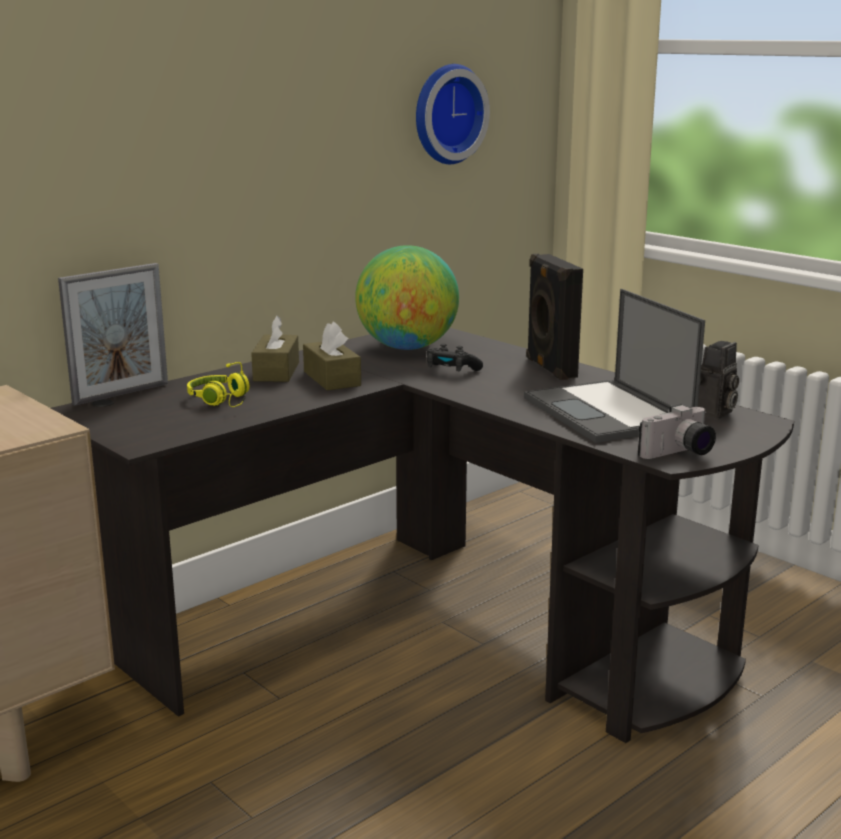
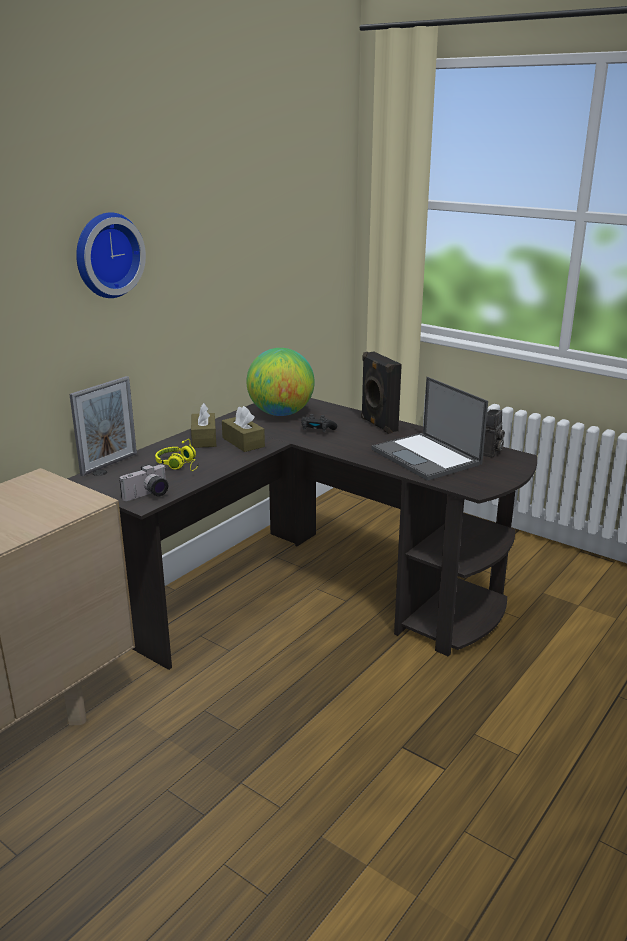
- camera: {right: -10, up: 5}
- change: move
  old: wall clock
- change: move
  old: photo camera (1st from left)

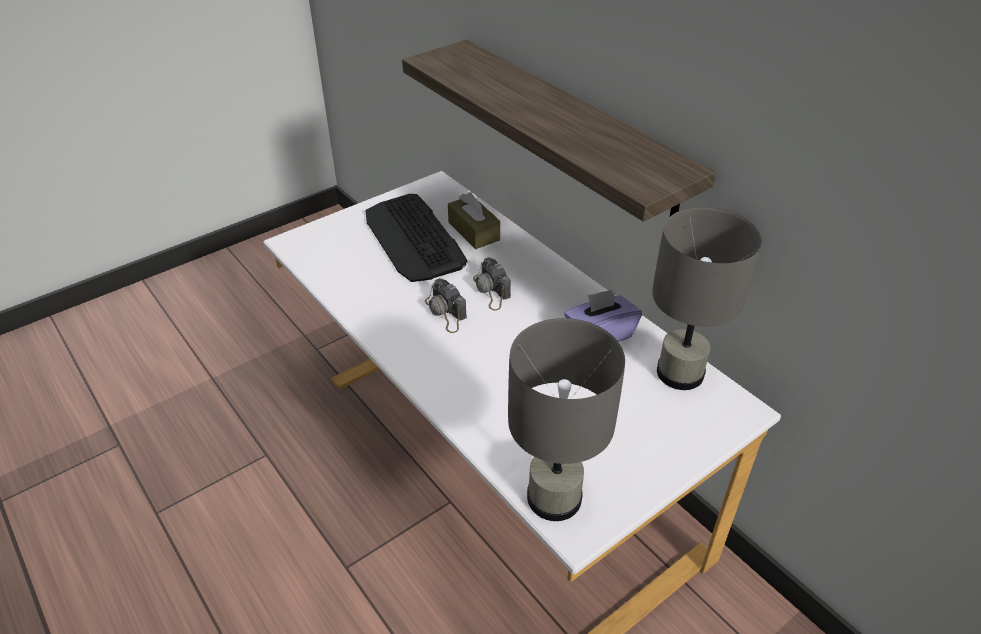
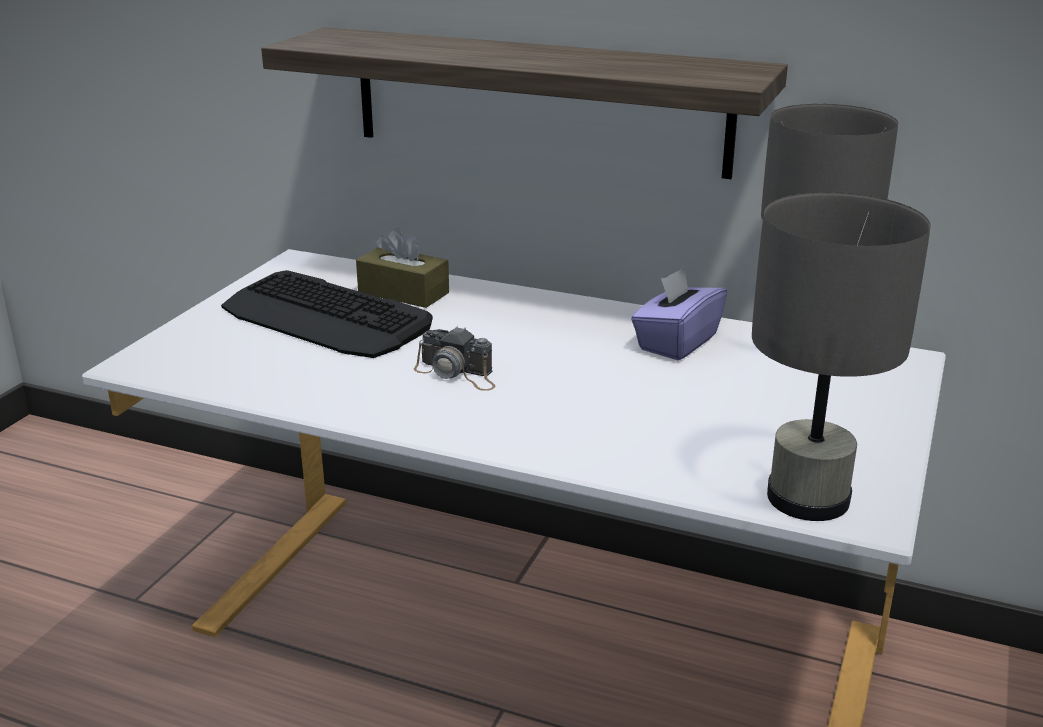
- camera: {right: -30, up: -15}
- change: delete
  old: photo camera (2nd from left)

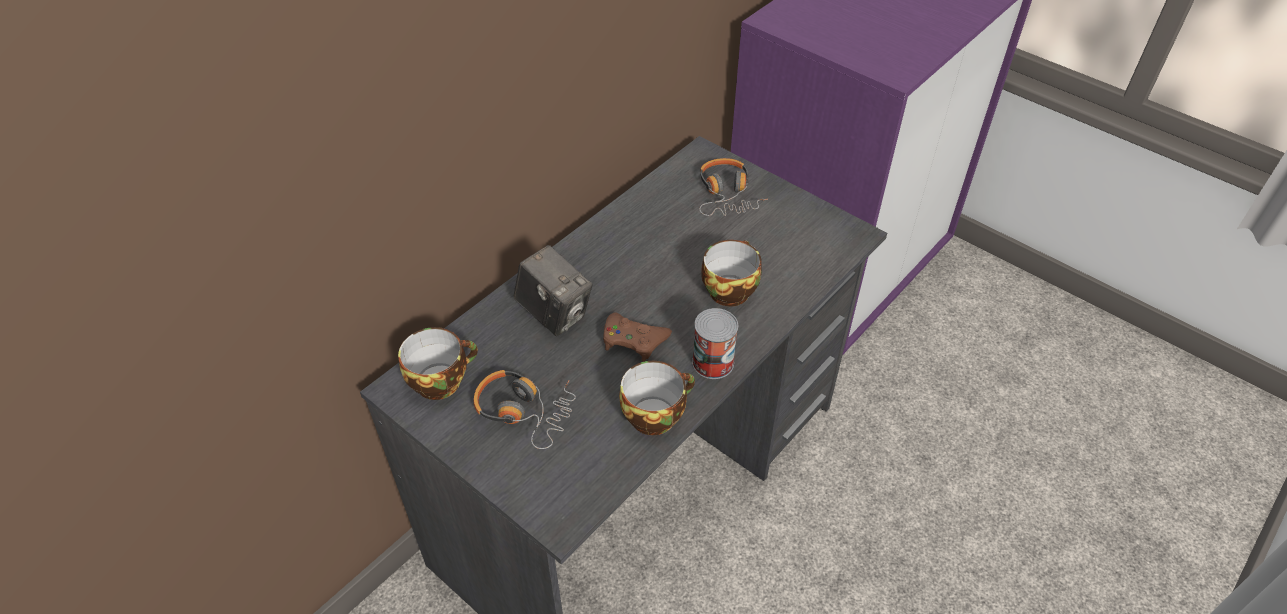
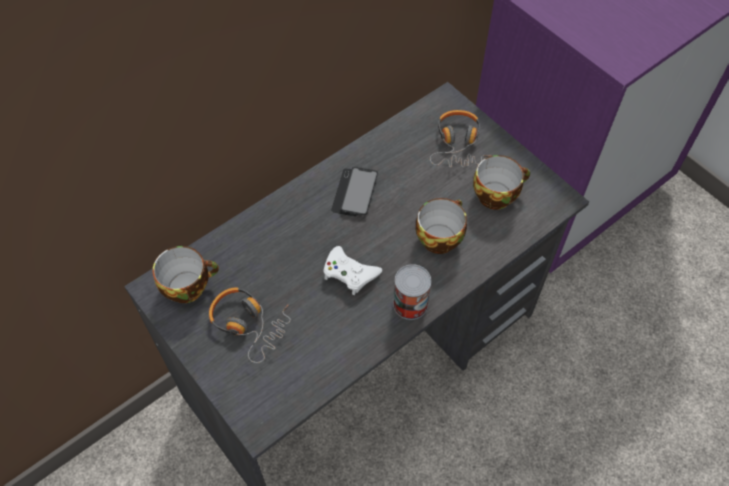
- camera: {right: 10, up: 10}
- change: delete
  old: photo camera
- change: insert
  new: phone
- change: move
  old: cup (2nd from left in the first image)
  new: cup (3rd from left)
- change: recolor
  old: brown game controller
  new: white game controller

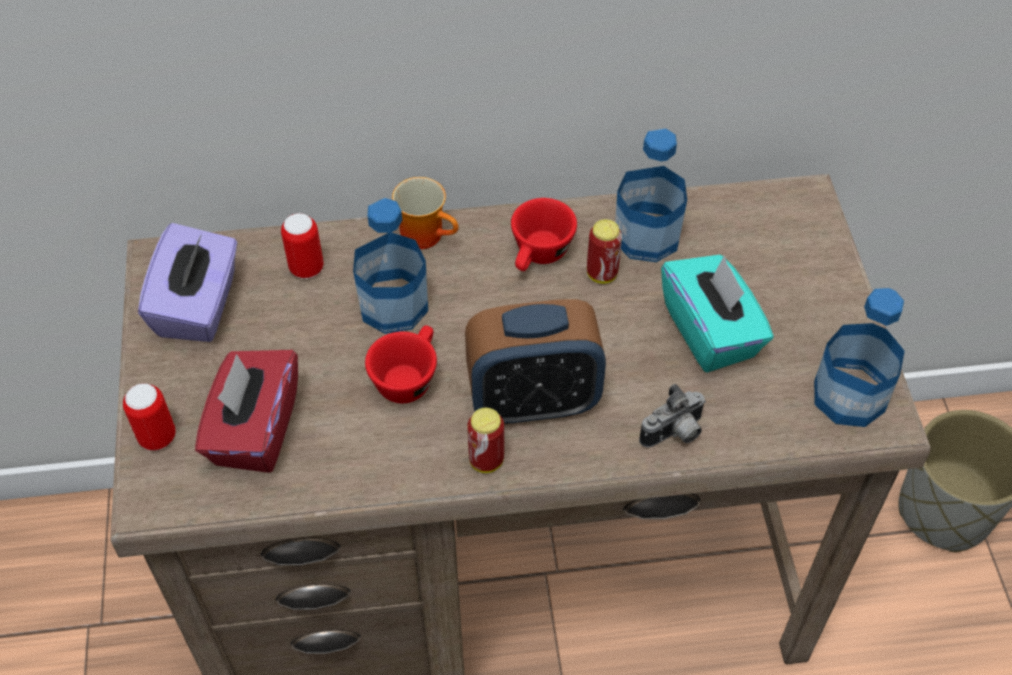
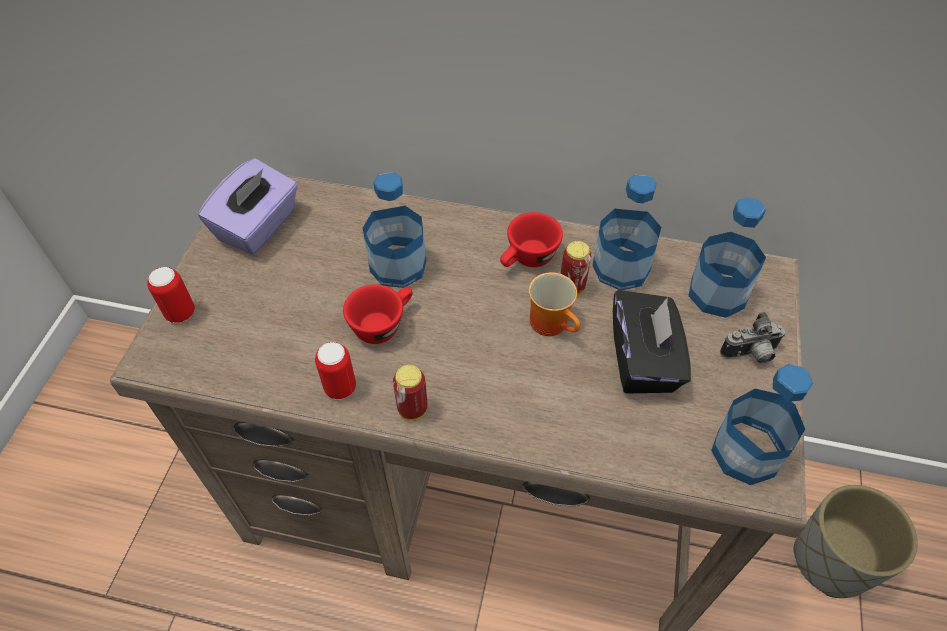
- camera: {right: 20, up: 0}
- change: delete
  old: red tissue box
- change: delete
  old: alarm clock
- change: insert
  new: bottle (3rd from left)
- change: move
  old: can (2nd from left)
- change: move
  old: mug
- change: move
  old: photo camera
- change: recolor
  old: turquoise tissue box
  new: black tissue box

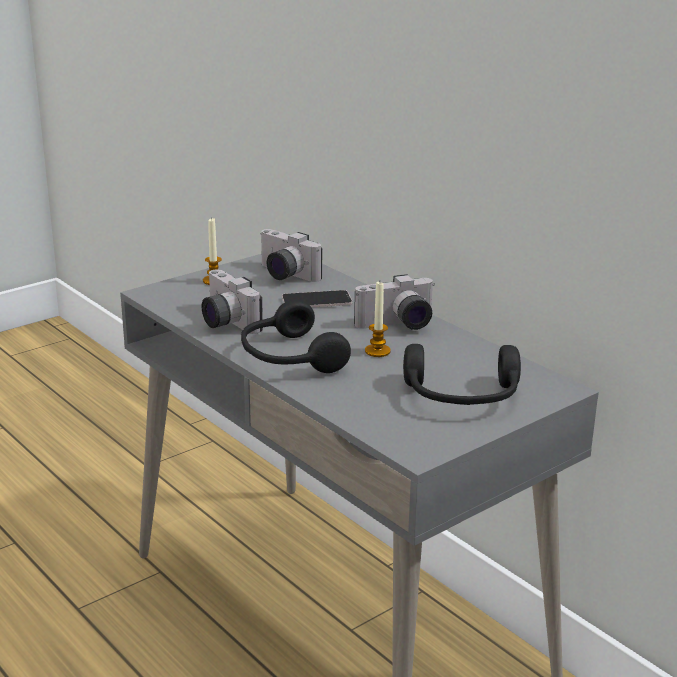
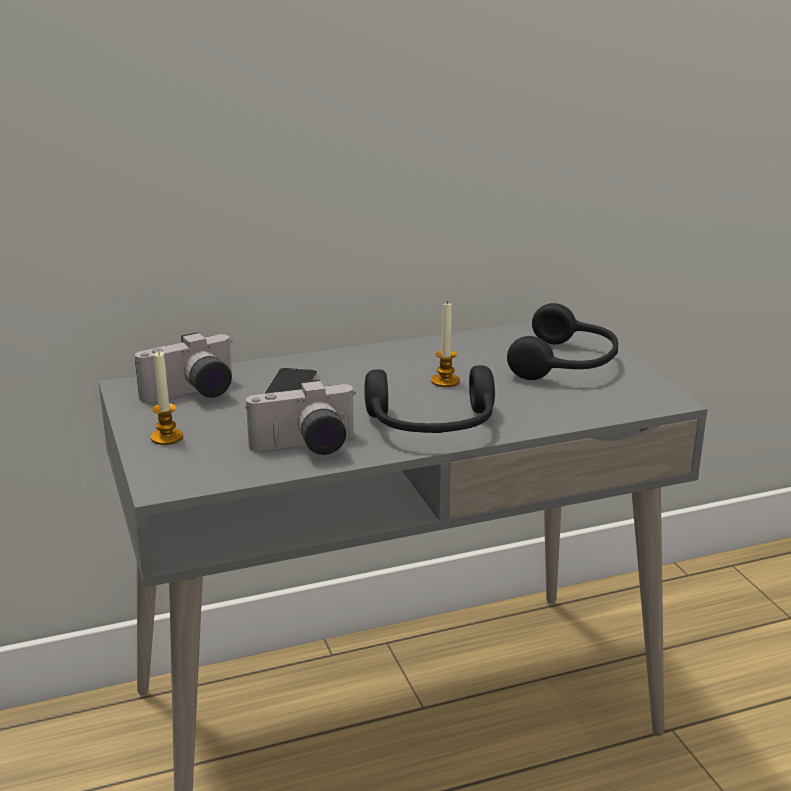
- camera: {right: -70, up: 0}
- change: delete
  old: photo camera (3rd from left)

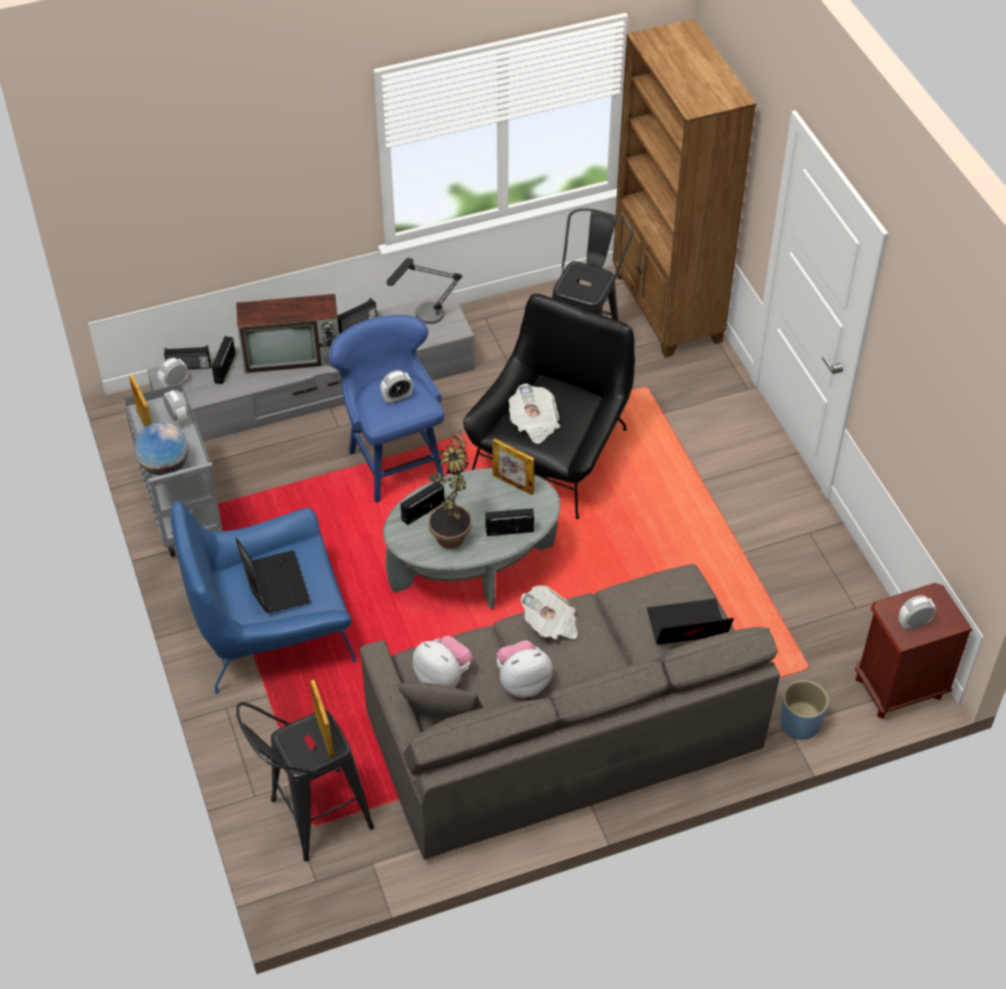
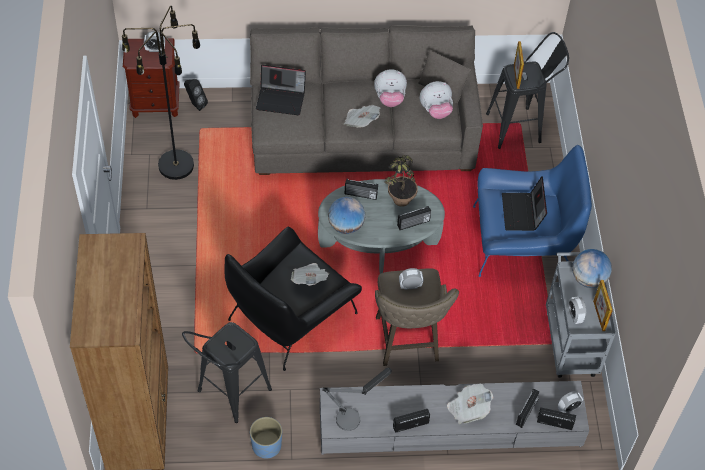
- camera: {right: -165, up: 5}
- change: insert
  new: floor lamp
- change: insert
  new: black speaker
- change: move
  old: blue planter
- change: replace
  old: television
  new: newspaper (3rd from left)
- change: replace
  old: picture frame (3rd from left)
  new: globe (1st from left)
- change: recolor
  old: blue stool
  new: beige stool
- change: rotate
  old: plush toy (1st from left in the first image)
  degrees: -75

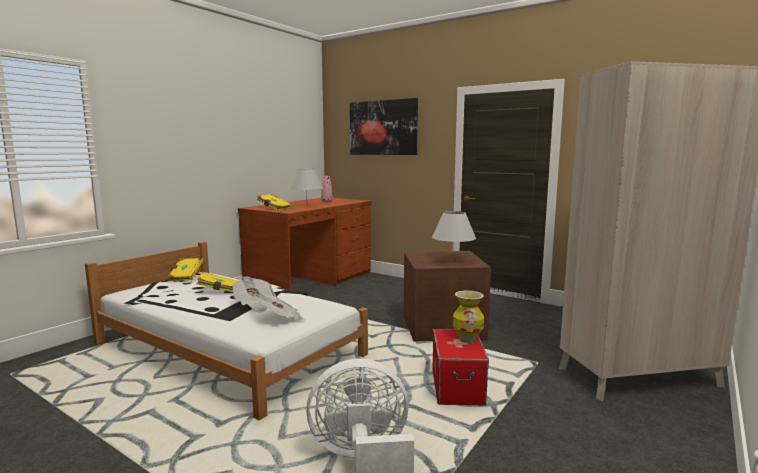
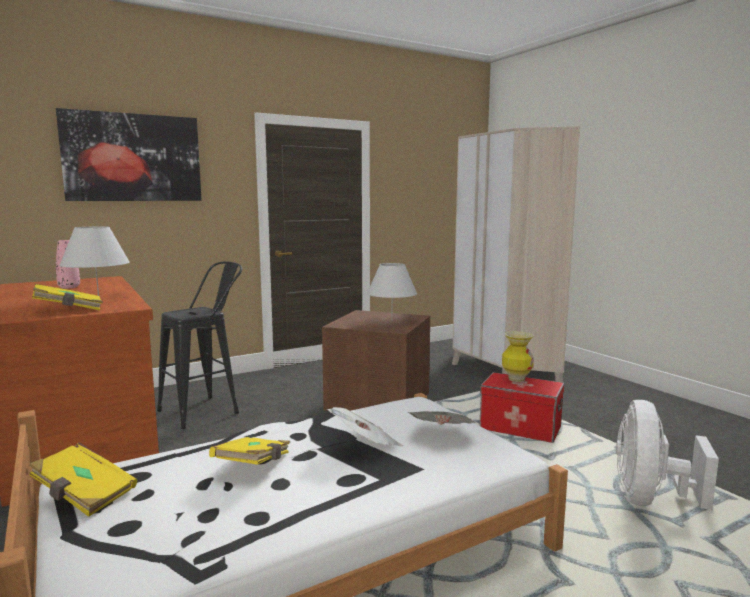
- camera: {right: -65, up: 0}
- change: insert
  new: black stool

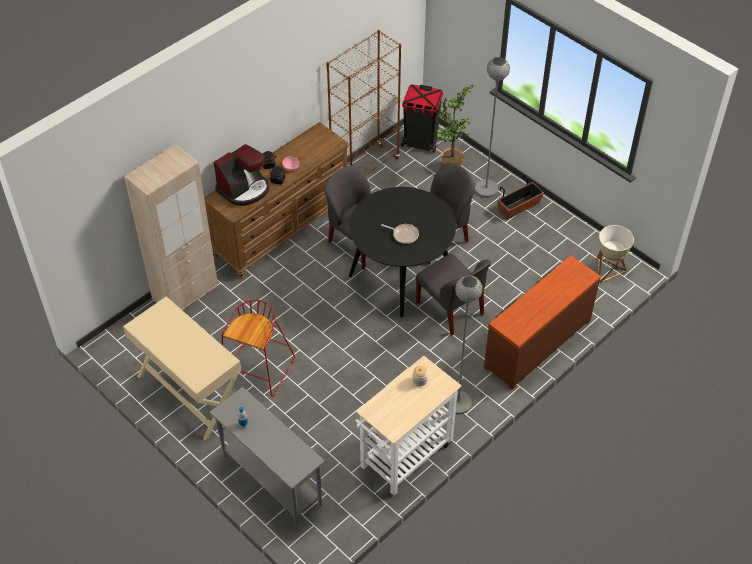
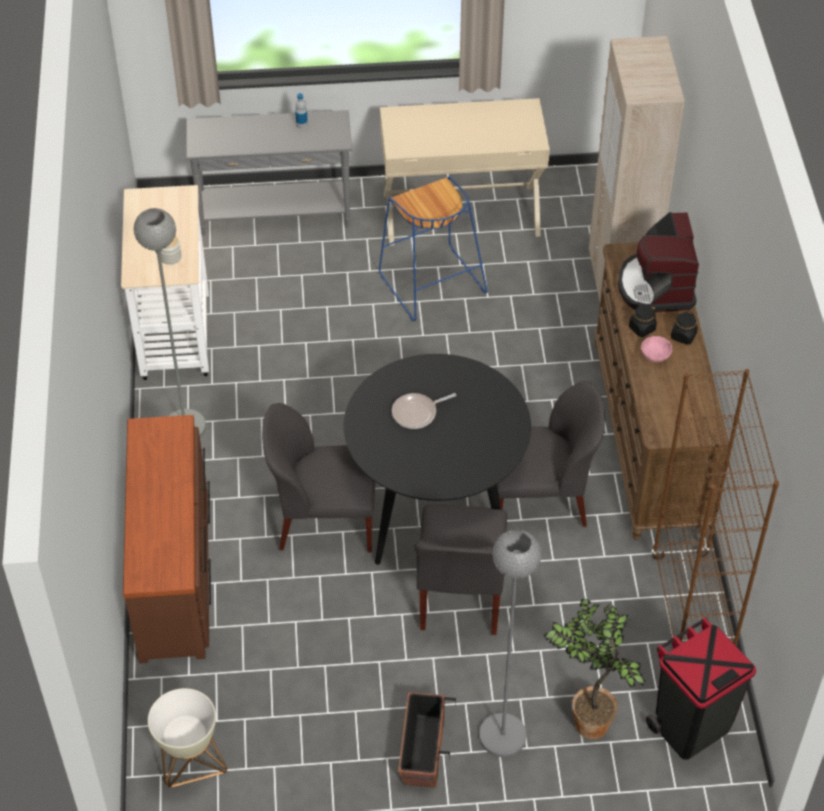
- camera: {right: 130, up: 0}
- change: recolor
  old: red stool
  new: blue stool

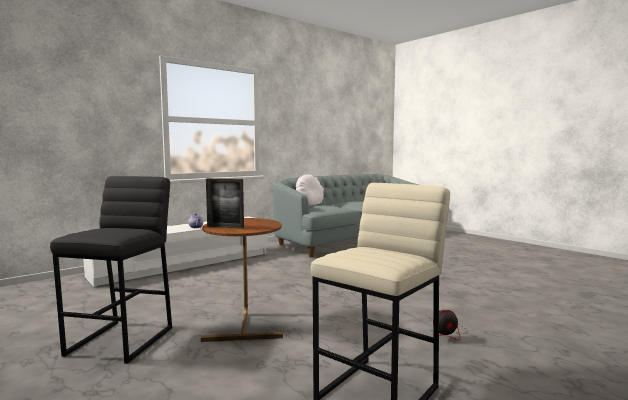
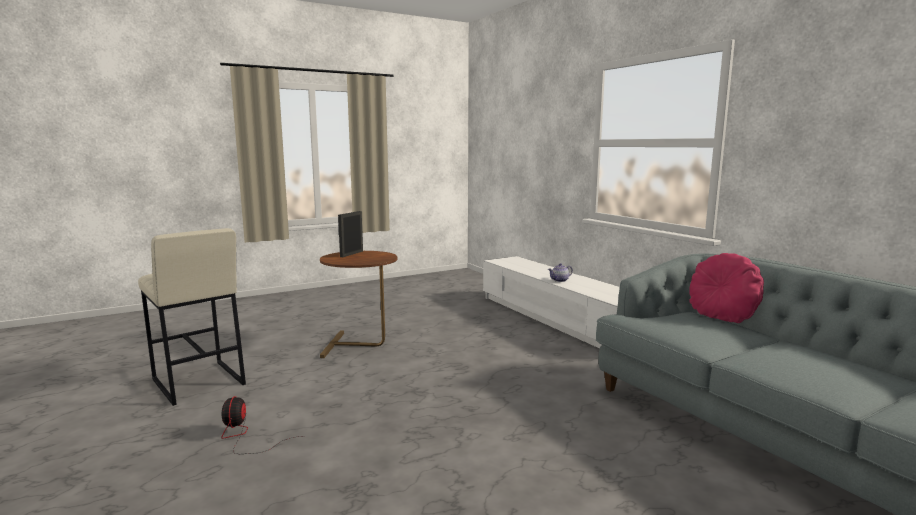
- camera: {right: 100, up: 5}
- change: delete
  old: black stool
- change: recolor
  old: white pillow
  new: pink pillow

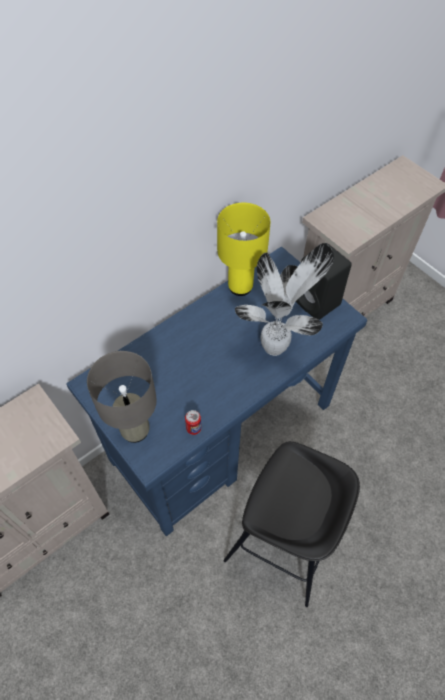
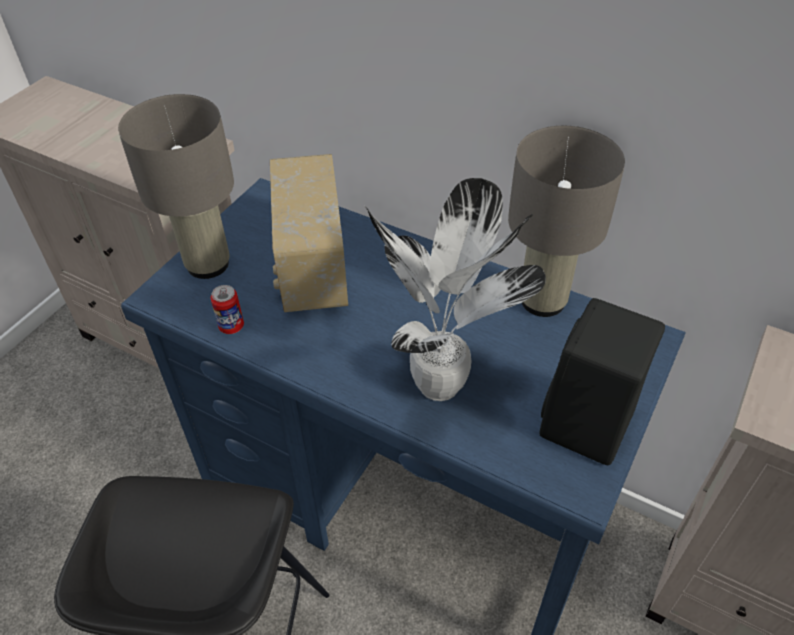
- camera: {right: 70, up: -10}
- change: insert
  new: radio
- change: recolor
  old: yellow table lamp
  new: grey table lamp (2nd from left)

